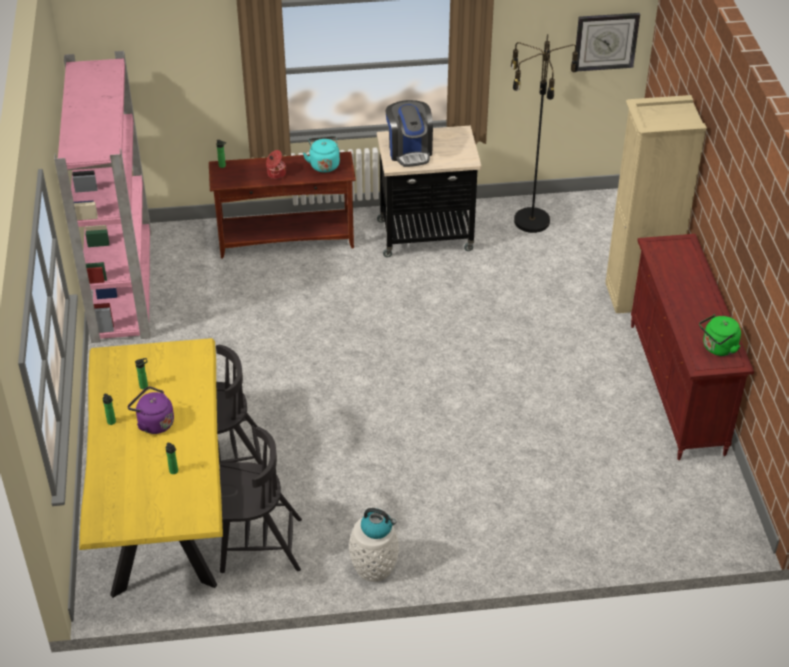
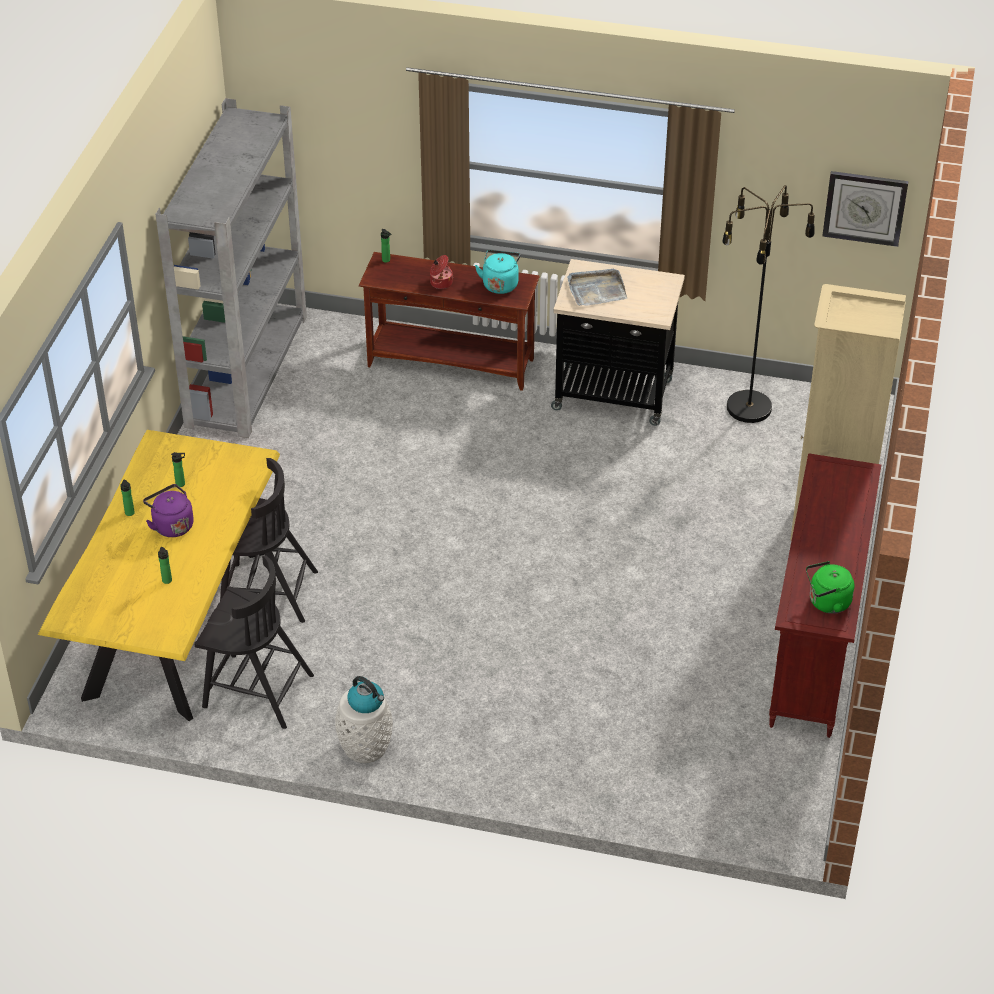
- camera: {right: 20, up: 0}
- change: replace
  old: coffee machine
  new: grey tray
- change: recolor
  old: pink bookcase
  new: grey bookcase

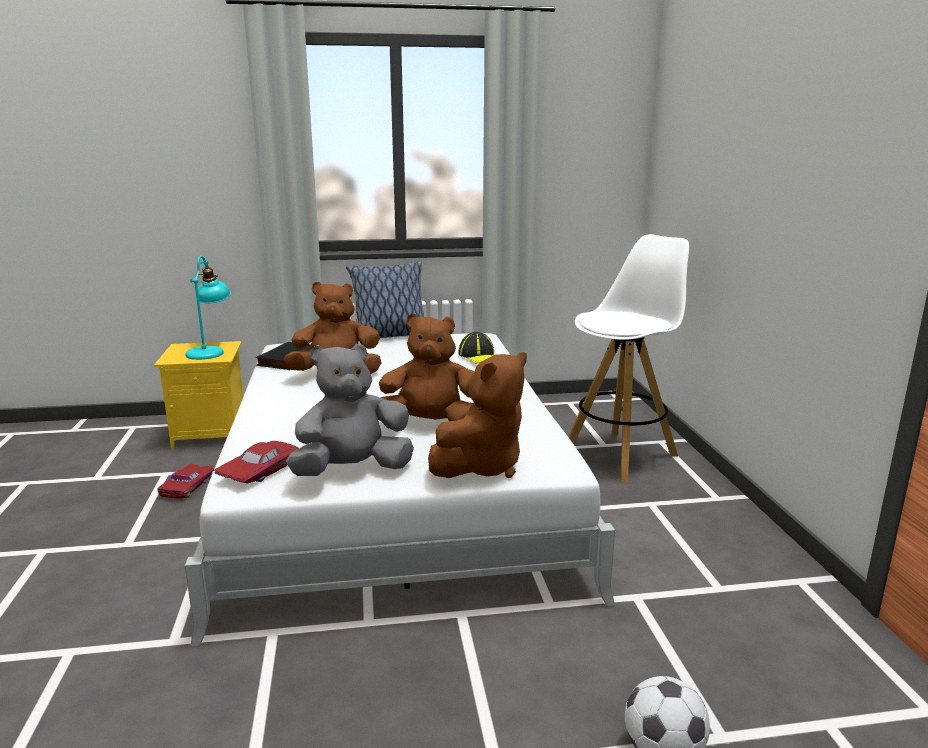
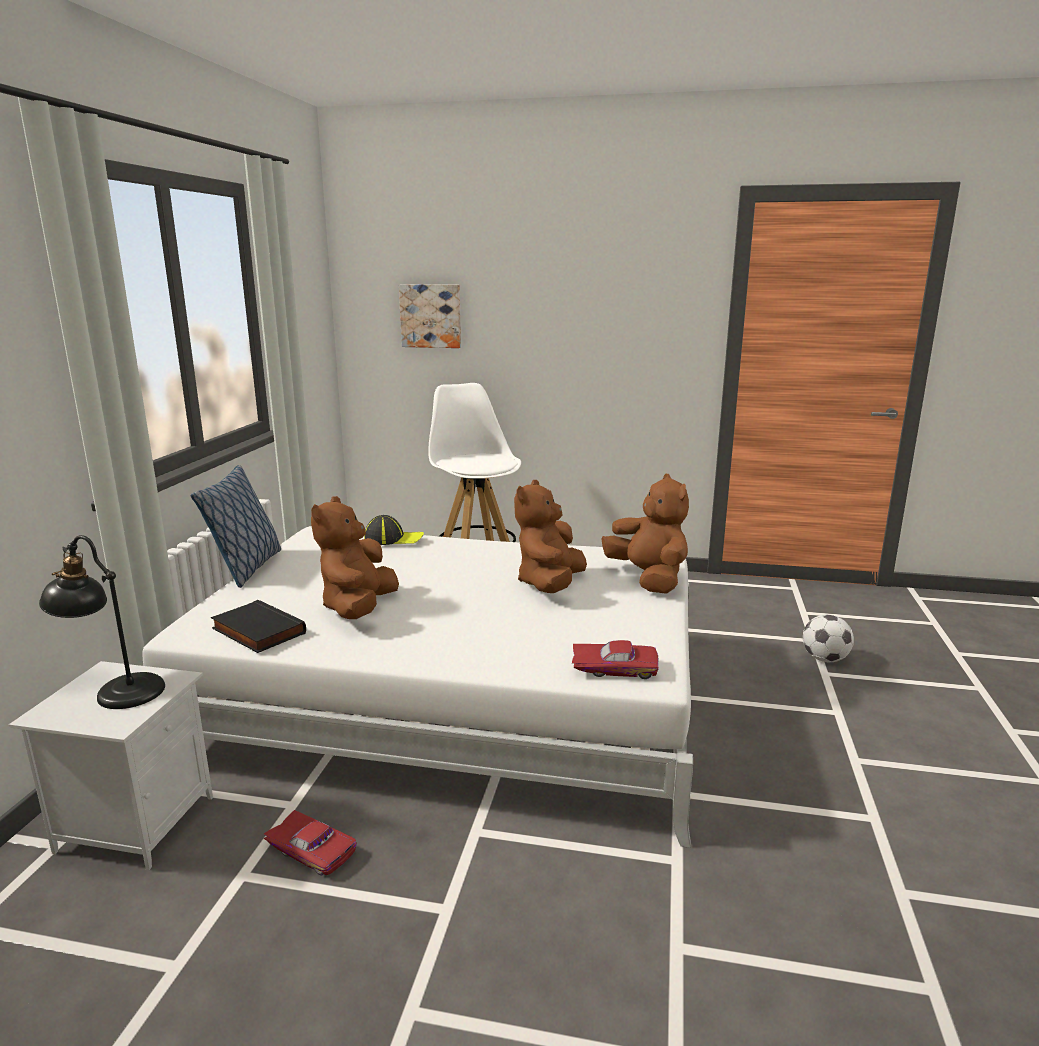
- camera: {right: -70, up: 0}
- change: delete
  old: grey plush toy
- change: insert
  new: picture
- change: recolor
  old: yellow nightstand
  new: grey nightstand
- change: recolor
  old: turquoise table lamp
  new: black table lamp
- change: rotate
  old: red toy car (2nd from left)
  degrees: 135

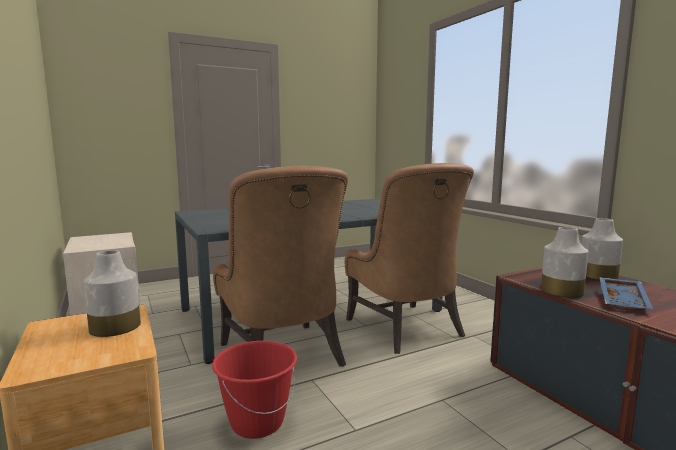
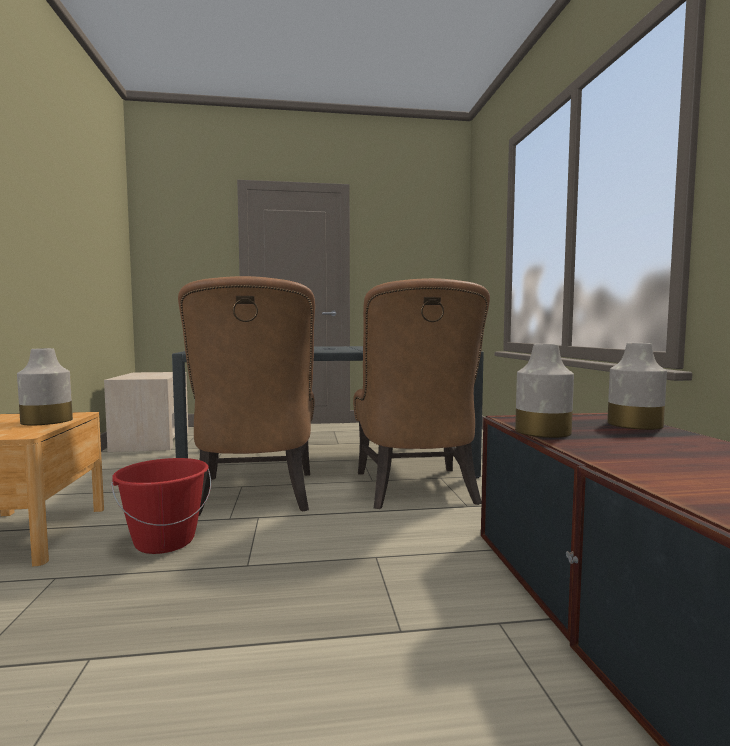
- camera: {right: 20, up: -5}
- change: delete
  old: blue tray

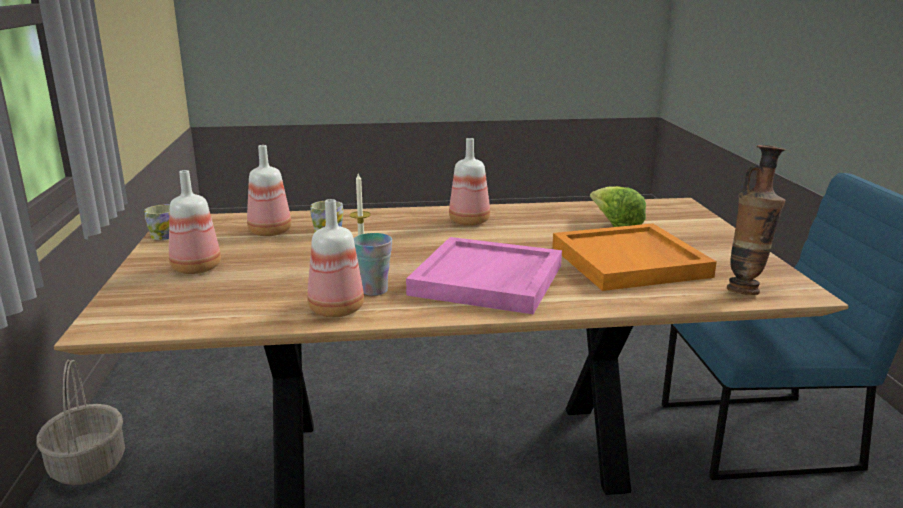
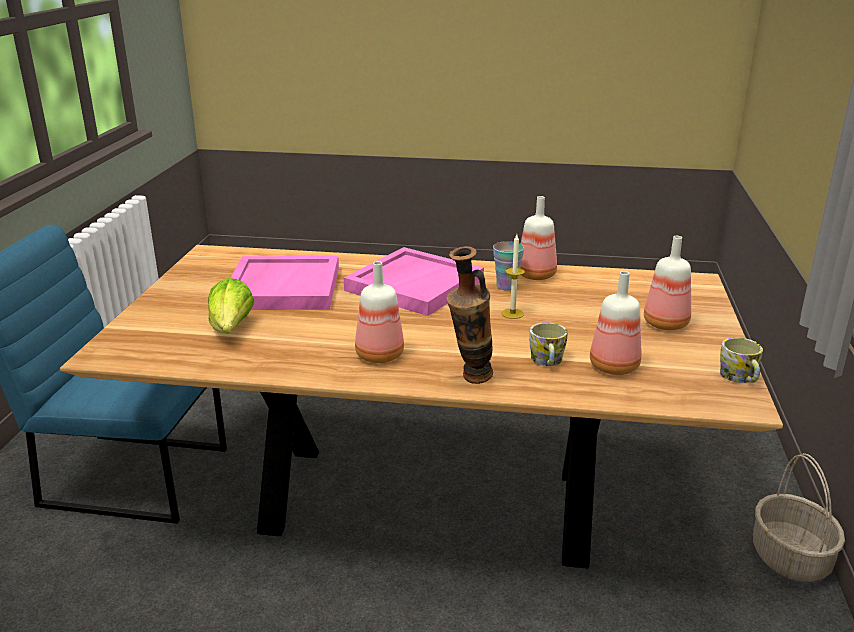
- camera: {right: -165, up: 5}
- change: move
  old: vase
- change: recolor
  old: orange tray
  new: pink tray (1st from left)

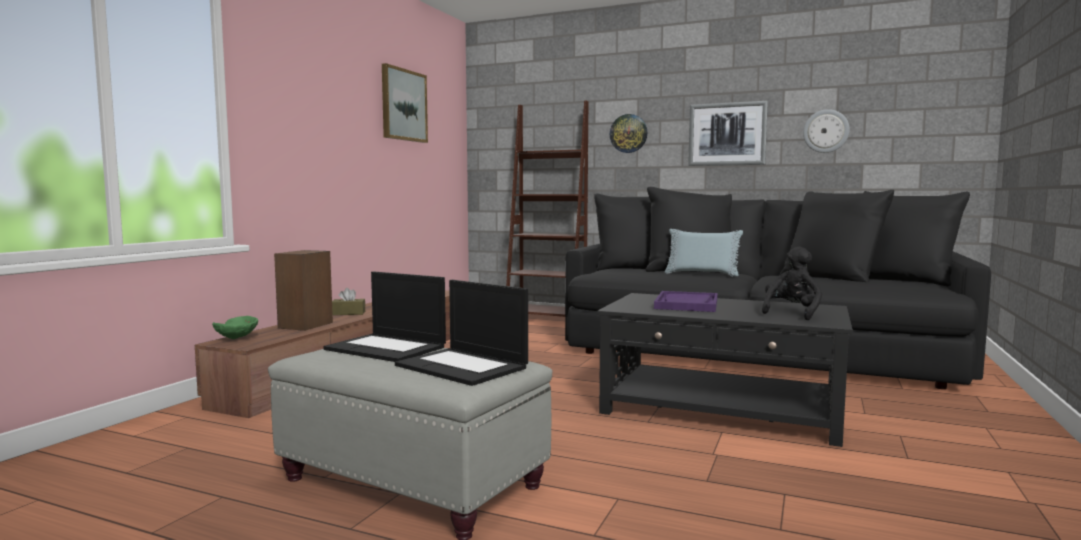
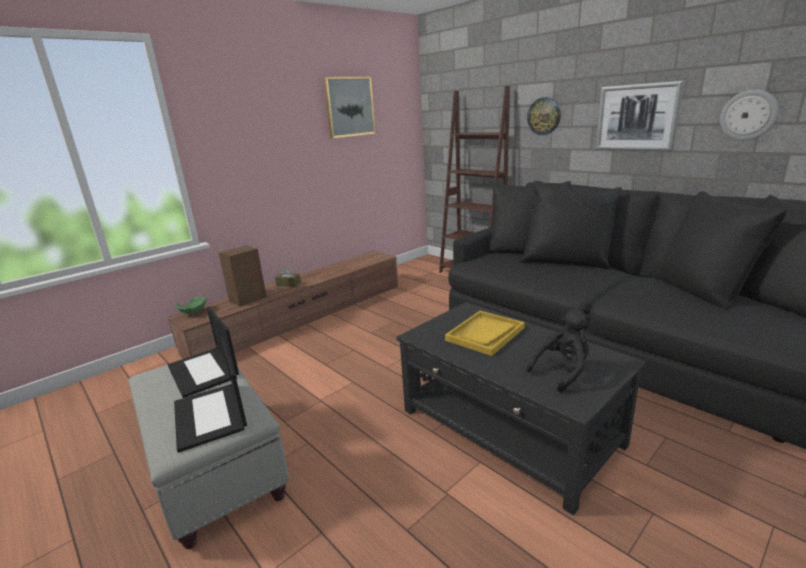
- camera: {right: 25, up: 15}
- change: delete
  old: blue pillow
- change: recolor
  old: purple tray
  new: yellow tray

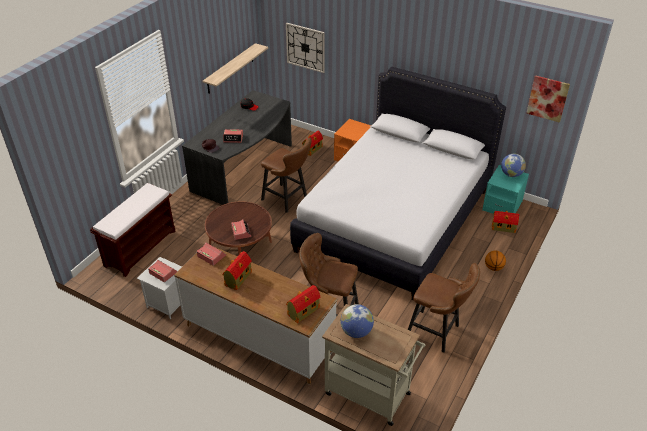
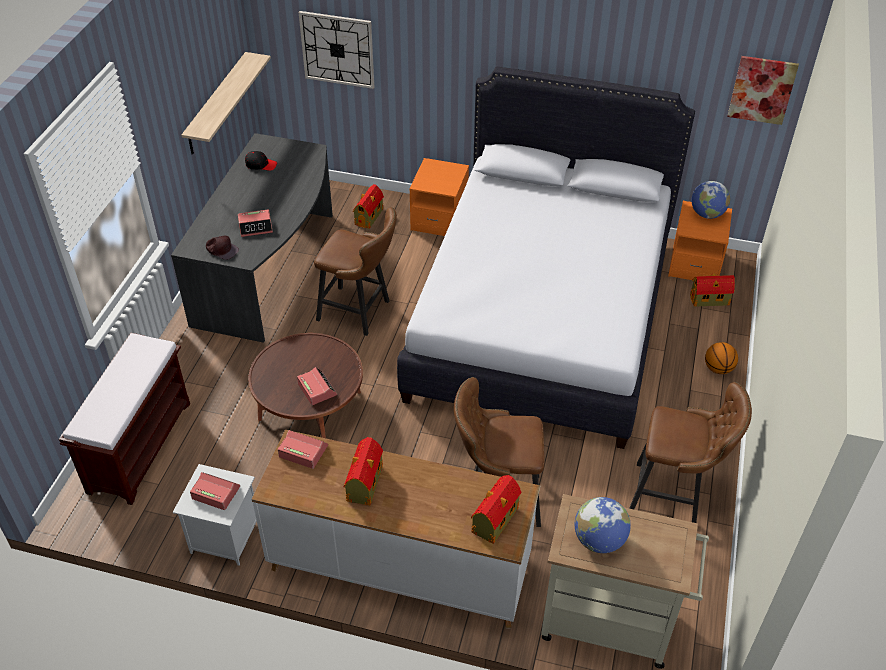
- camera: {right: -15, up: 5}
- change: recolor
  old: turquoise nightstand
  new: orange nightstand (2nd from left)

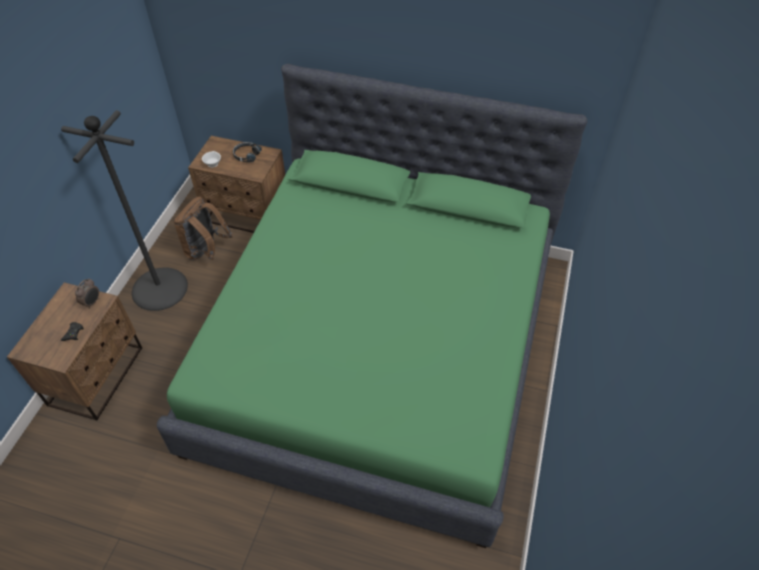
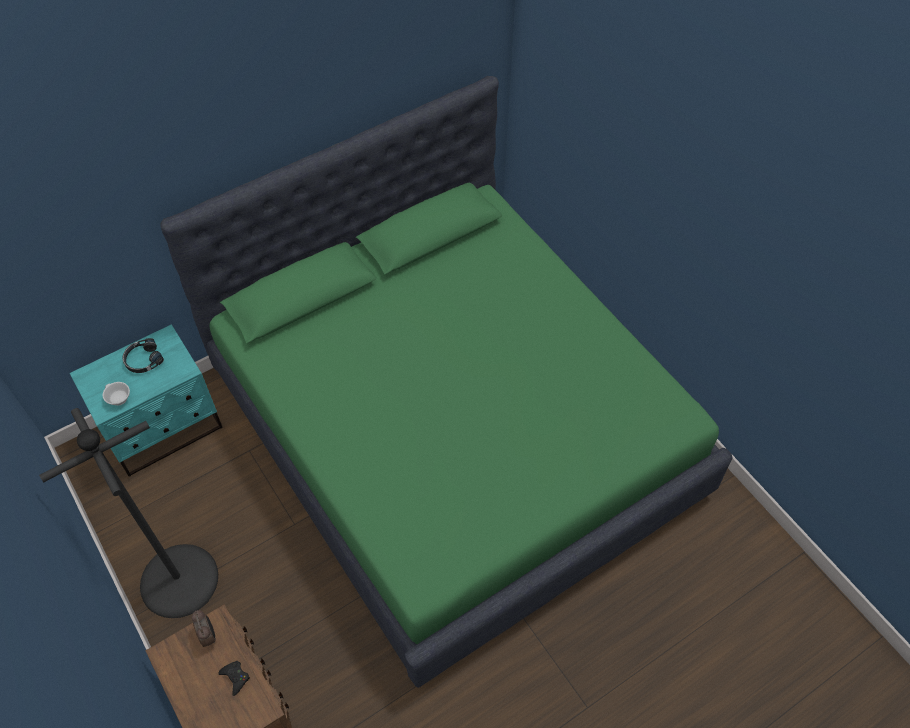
- camera: {right: -50, up: 5}
- change: delete
  old: brown backpack
- change: recolor
  old: brown nightstand (2nd from left)
  new: turquoise nightstand

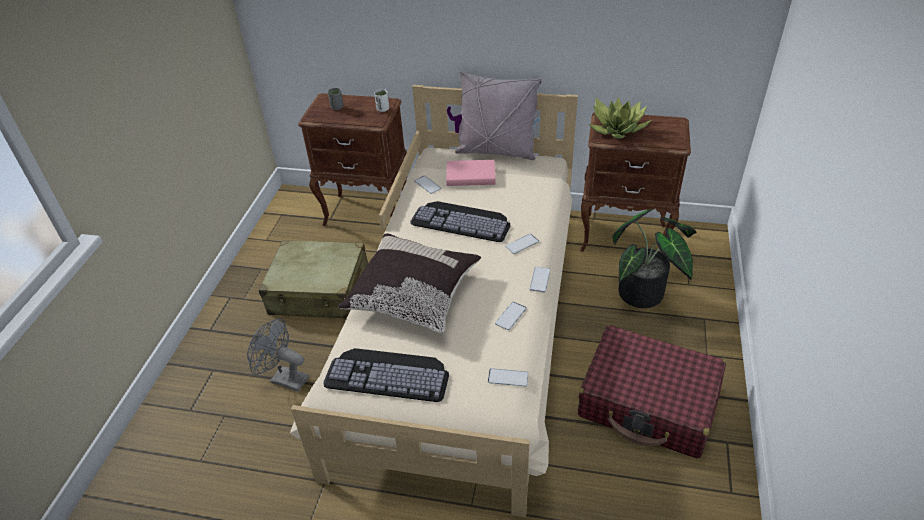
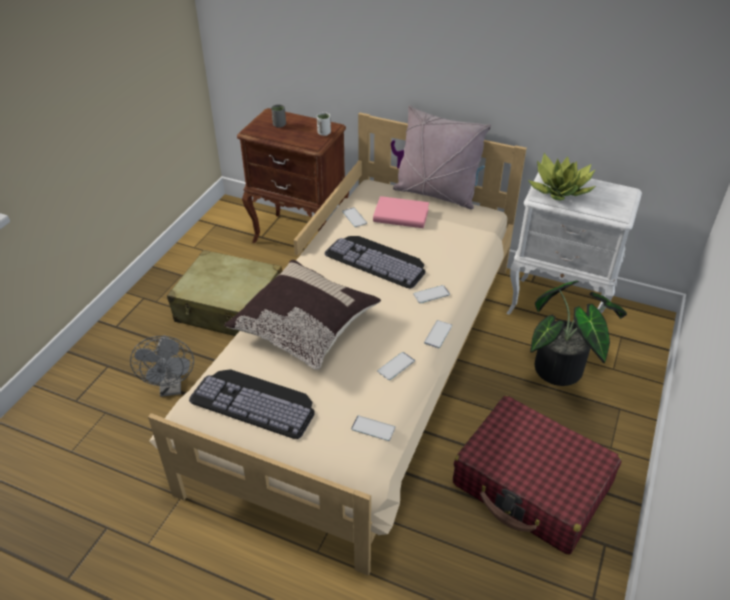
- camera: {right: 10, up: 0}
- change: recolor
  old: brown nightstand (2nd from left)
  new: white nightstand
- change: rotate
  old: grey fan
  degrees: -135

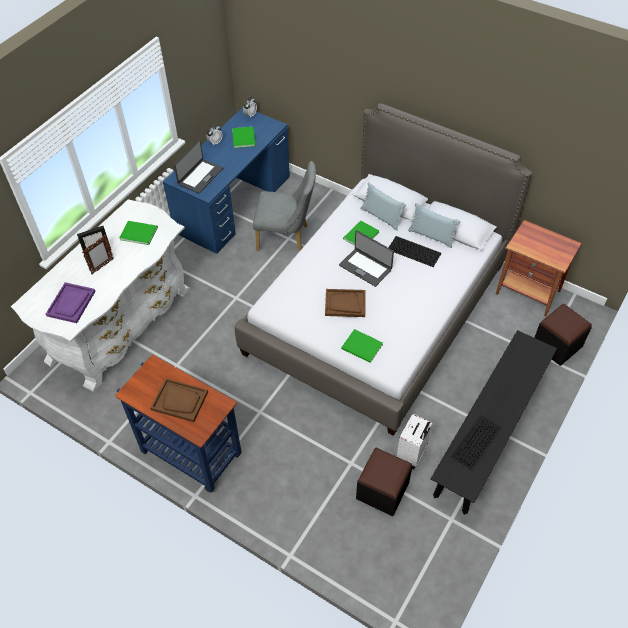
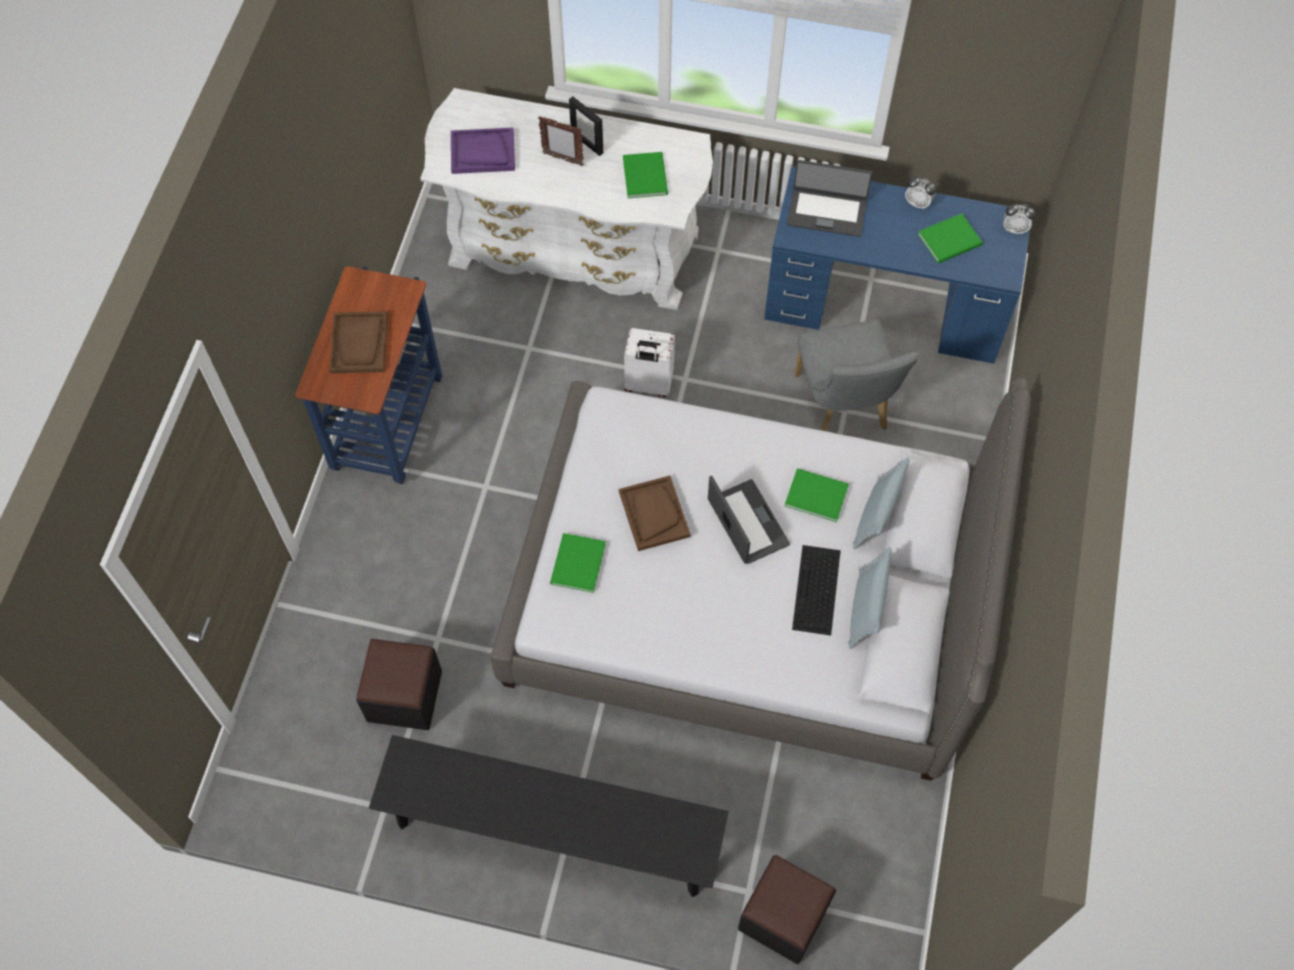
- camera: {right: 70, up: 10}
- change: delete
  old: keyboard (2nd from left)
- change: delete
  old: nightstand
- change: move
  old: white suitcase
- change: rotate
  old: laptop (2nd from left in the first image)
  degrees: 135

